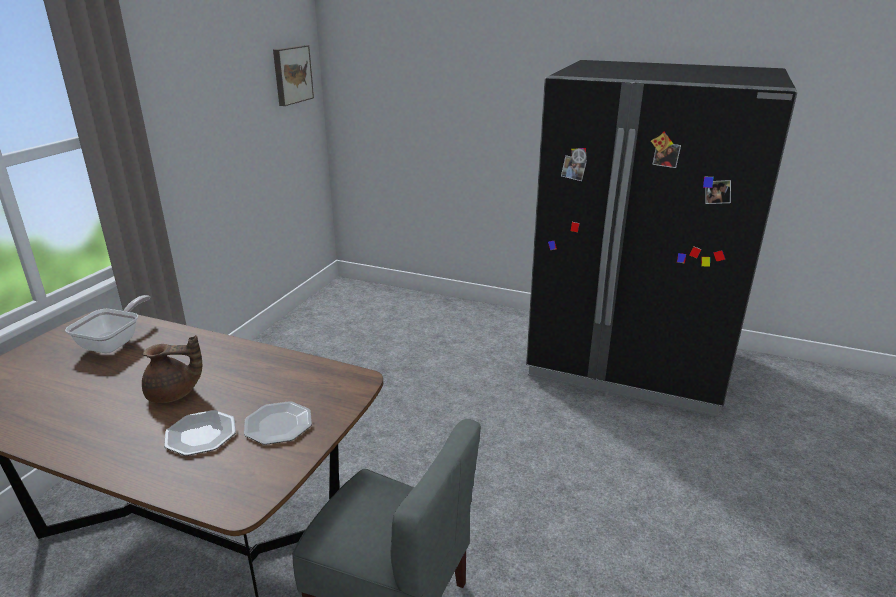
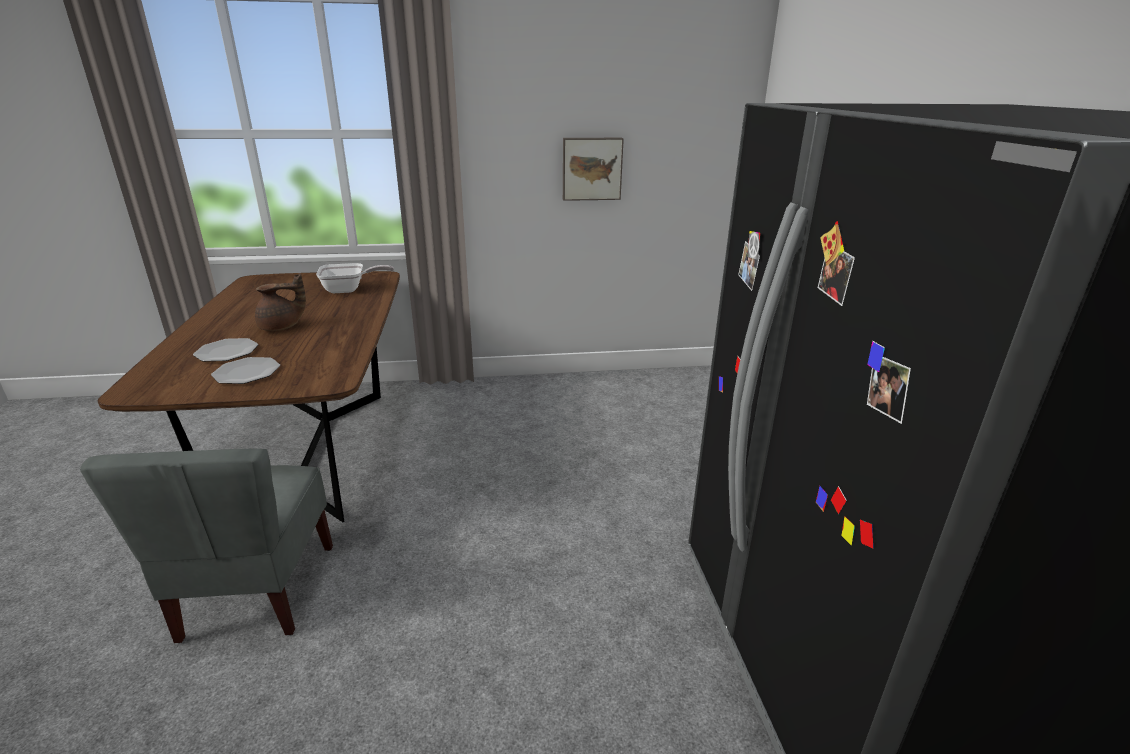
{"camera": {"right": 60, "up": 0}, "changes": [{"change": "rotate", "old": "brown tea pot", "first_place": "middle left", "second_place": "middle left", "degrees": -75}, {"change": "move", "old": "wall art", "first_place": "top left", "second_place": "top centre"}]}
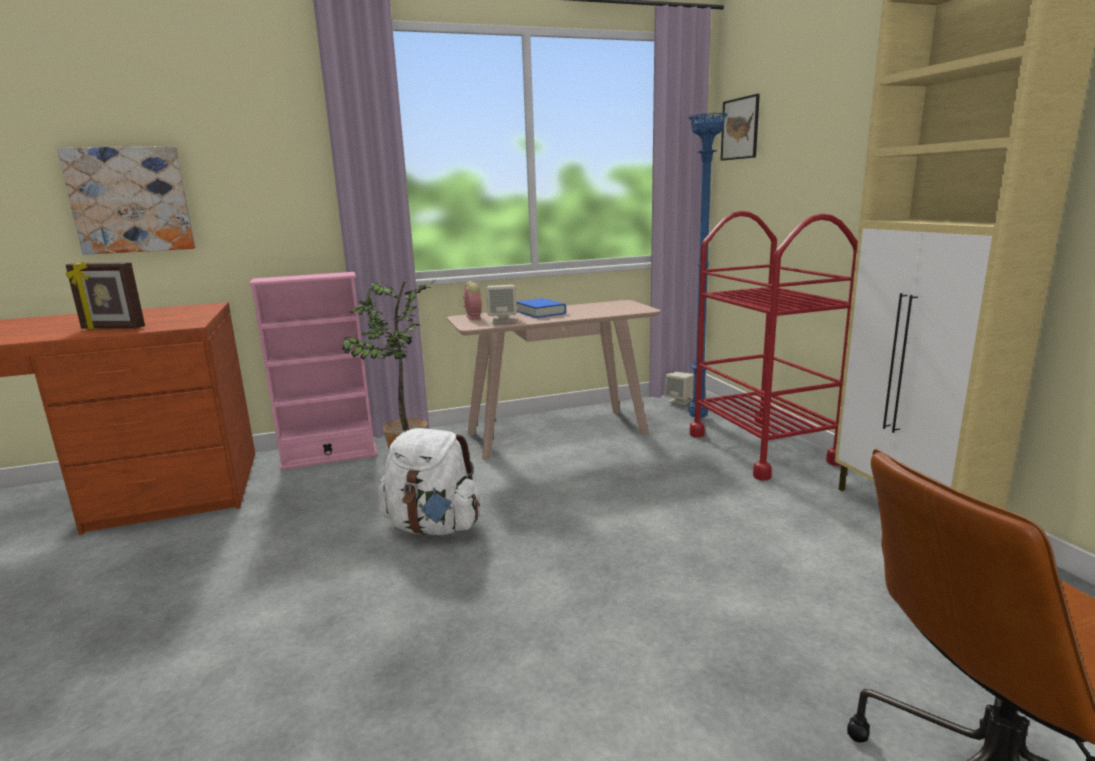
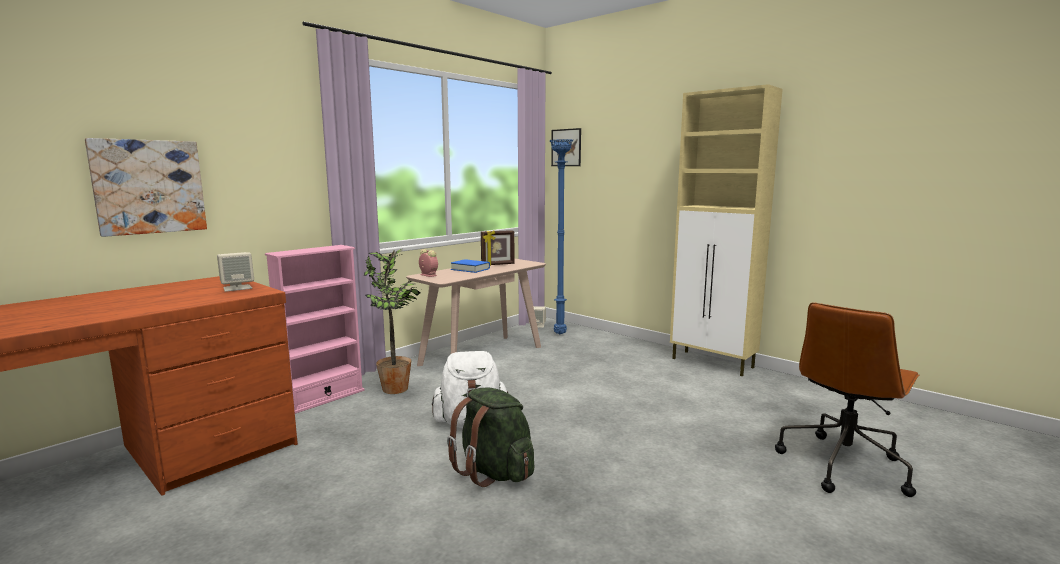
{"camera": {"right": -30, "up": -5}, "changes": [{"change": "move", "old": "beige loudspeaker (1st from left)", "first_place": "centre", "second_place": "middle left"}, {"change": "insert", "new": "greenish knapsack", "second_place": "bottom centre"}, {"change": "move", "old": "standing frame", "first_place": "middle left", "second_place": "centre"}, {"change": "delete", "old": "red-coloured wheeled cart", "first_place": "middle right"}]}
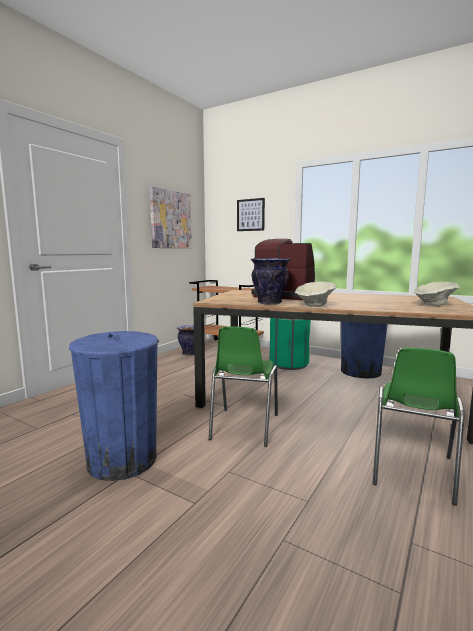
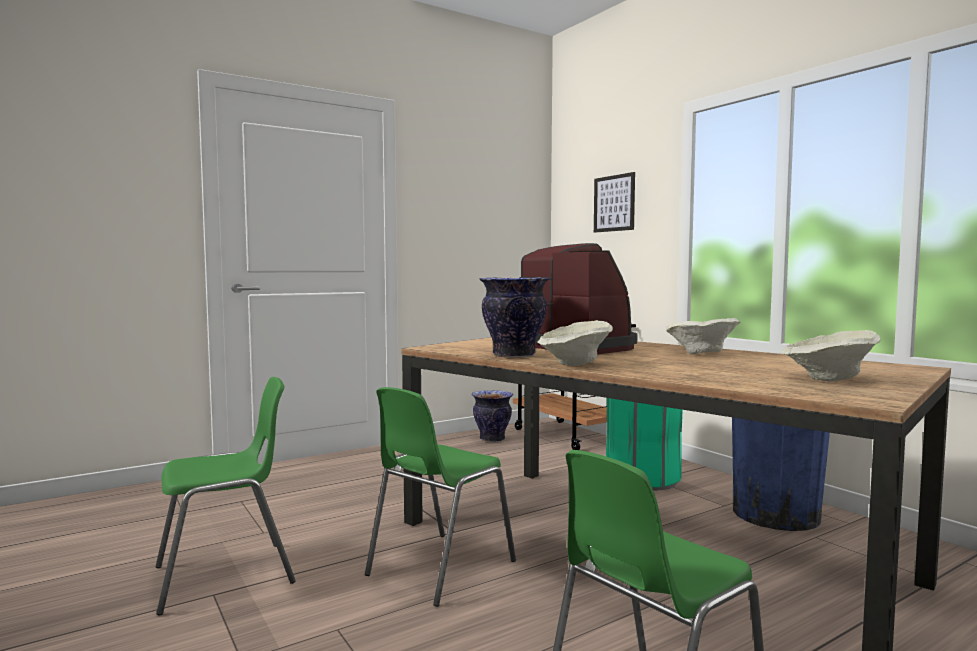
{"camera": {"right": 25, "up": -5}, "changes": [{"change": "replace", "old": "bluish waste bin (1st from left)", "new": "greenish plain chair (1st from left)", "first_place": "middle left", "second_place": "bottom left"}, {"change": "insert", "new": "beige deep dish (2nd from left)", "second_place": "middle right"}, {"change": "delete", "old": "wall art (1st from left)", "first_place": "centre"}]}
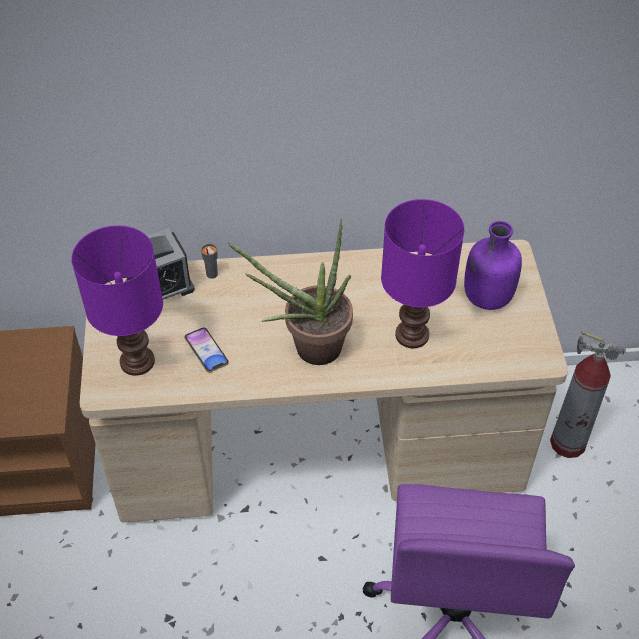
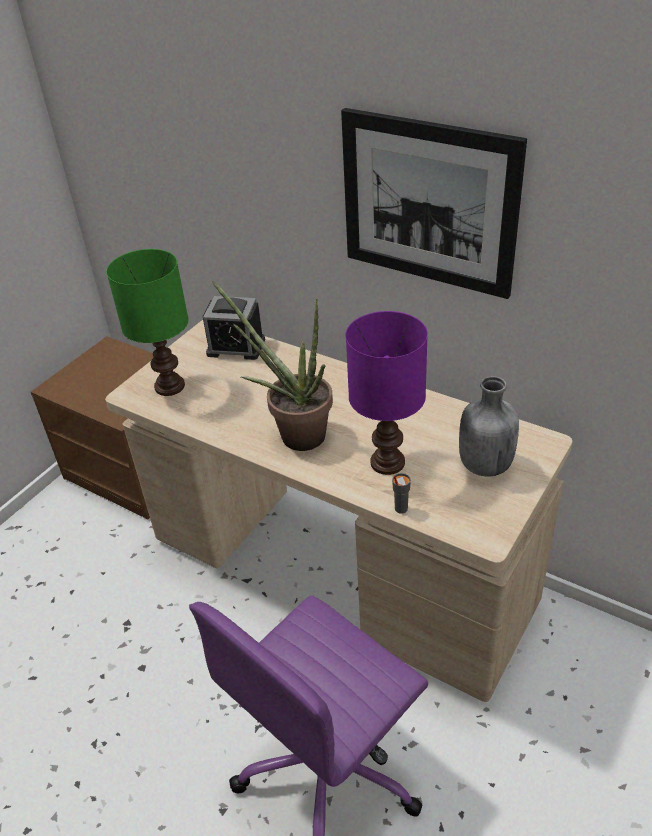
{"camera": {"right": 40, "up": -10}, "changes": [{"change": "recolor", "old": "purple-coloured lamp for a table (1st from left)", "new": "greenish lamp for a table", "first_place": "middle left", "second_place": "middle left"}, {"change": "insert", "new": "wall art", "second_place": "top centre"}, {"change": "move", "old": "grey cup", "first_place": "middle left", "second_place": "centre"}, {"change": "recolor", "old": "purple-coloured bottle", "new": "grey bottle", "first_place": "middle right", "second_place": "middle right"}, {"change": "delete", "old": "phone", "first_place": "middle left"}, {"change": "delete", "old": "fire extinguisher", "first_place": "middle right"}]}
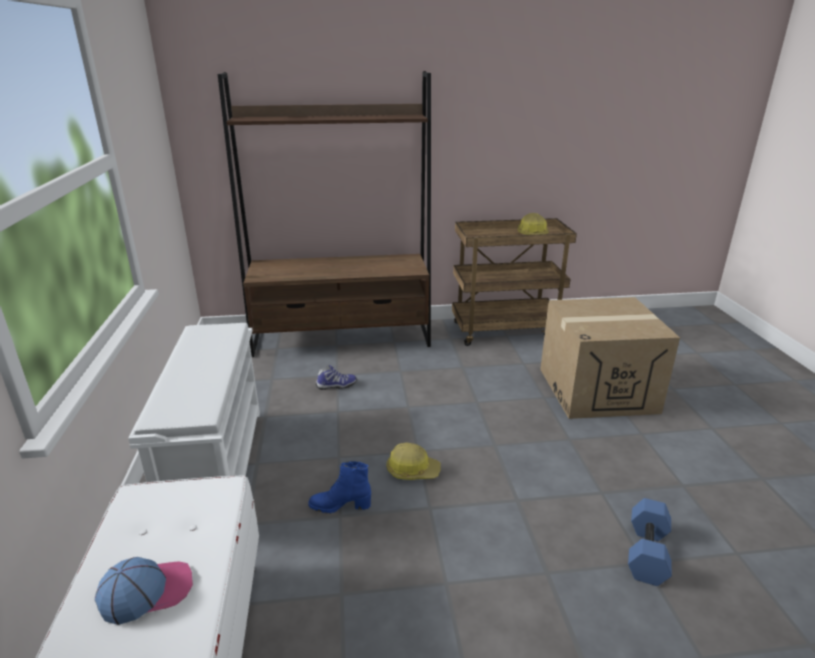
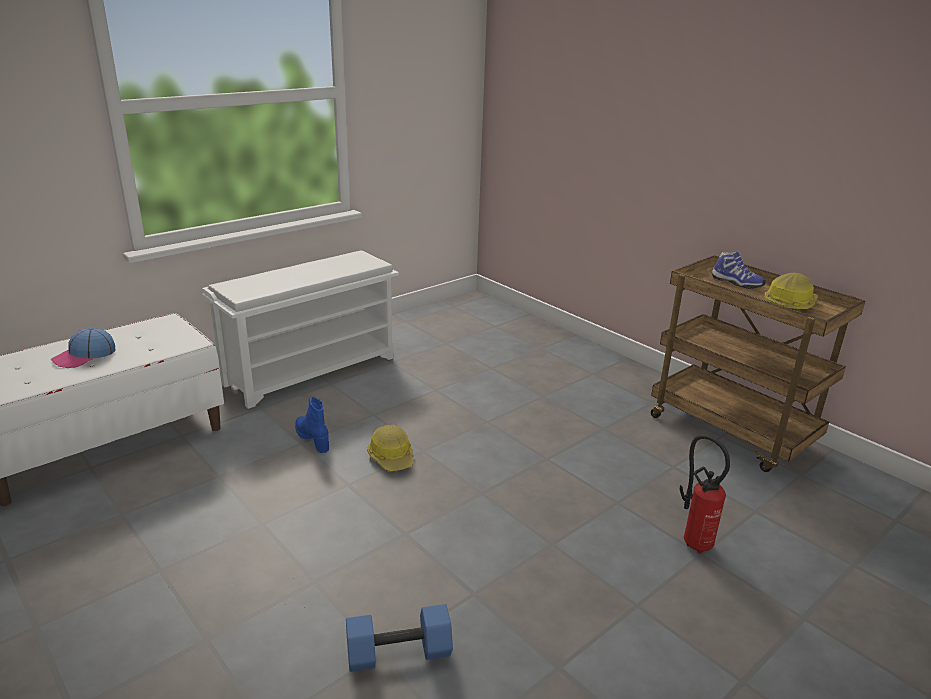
{"camera": {"right": 55, "up": 0}, "changes": [{"change": "rotate", "old": "peaked cap", "first_place": "bottom left", "second_place": "middle left", "degrees": 105}, {"change": "replace", "old": "packing box", "new": "fire extinguisher", "first_place": "middle right", "second_place": "bottom right"}, {"change": "move", "old": "item of footwear", "first_place": "centre", "second_place": "middle right"}, {"change": "delete", "old": "brown bookshelf", "first_place": "top centre"}]}
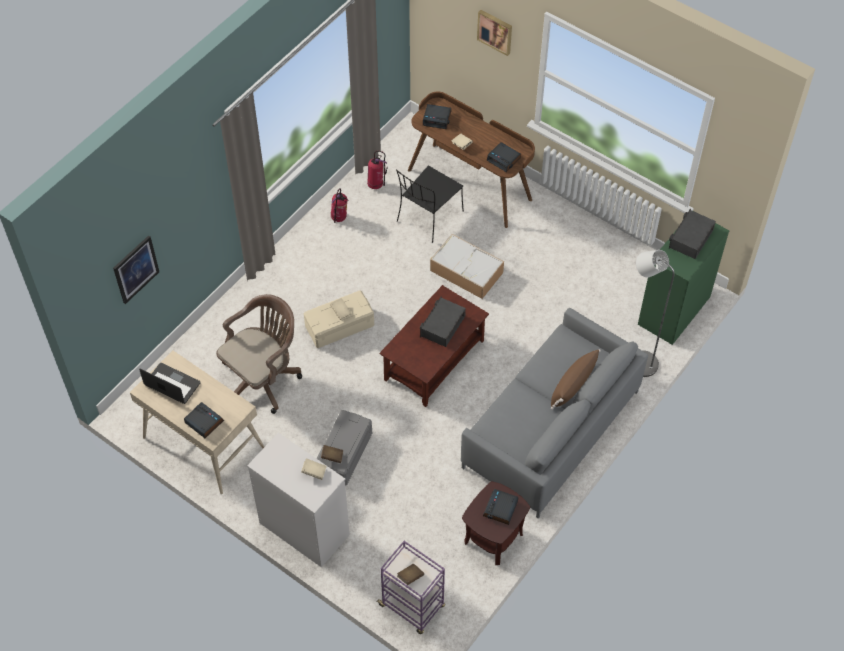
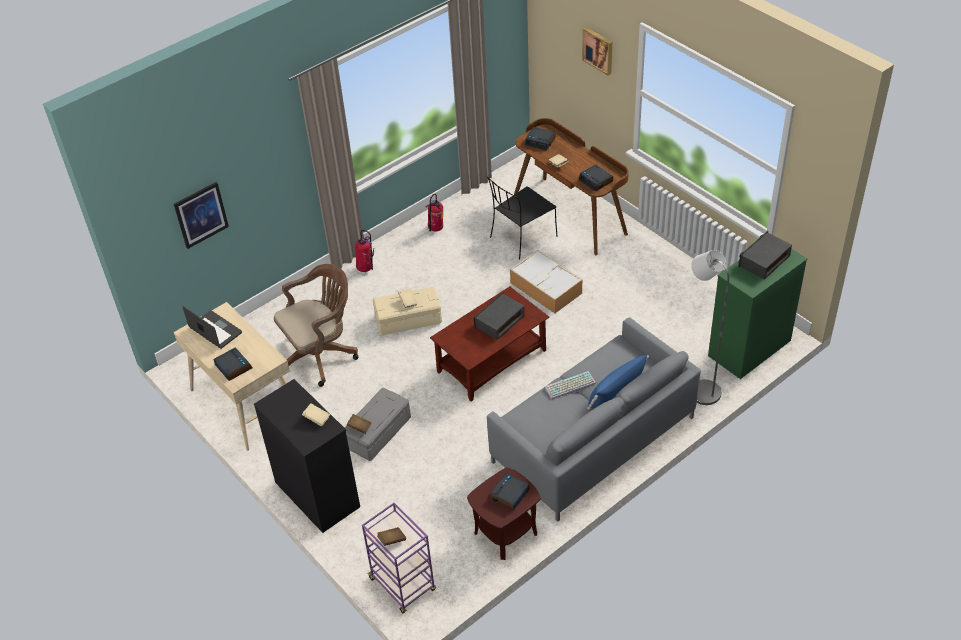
{"camera": {"right": 15, "up": -10}, "changes": [{"change": "recolor", "old": "white-coloured dresser", "new": "black dresser", "first_place": "bottom centre", "second_place": "bottom left"}, {"change": "move", "old": "fire extinguisher (2nd from left in the first image)", "new": "fire extinguisher (1st from left)", "first_place": "top centre", "second_place": "centre"}, {"change": "insert", "new": "keyboard", "second_place": "centre"}, {"change": "recolor", "old": "brown cushion", "new": "bluish cushion", "first_place": "middle right", "second_place": "centre"}]}
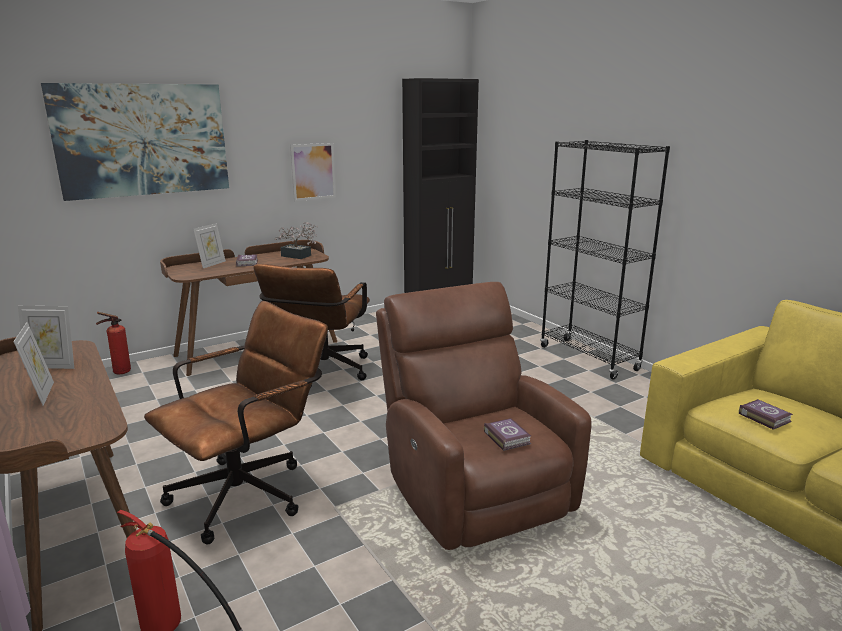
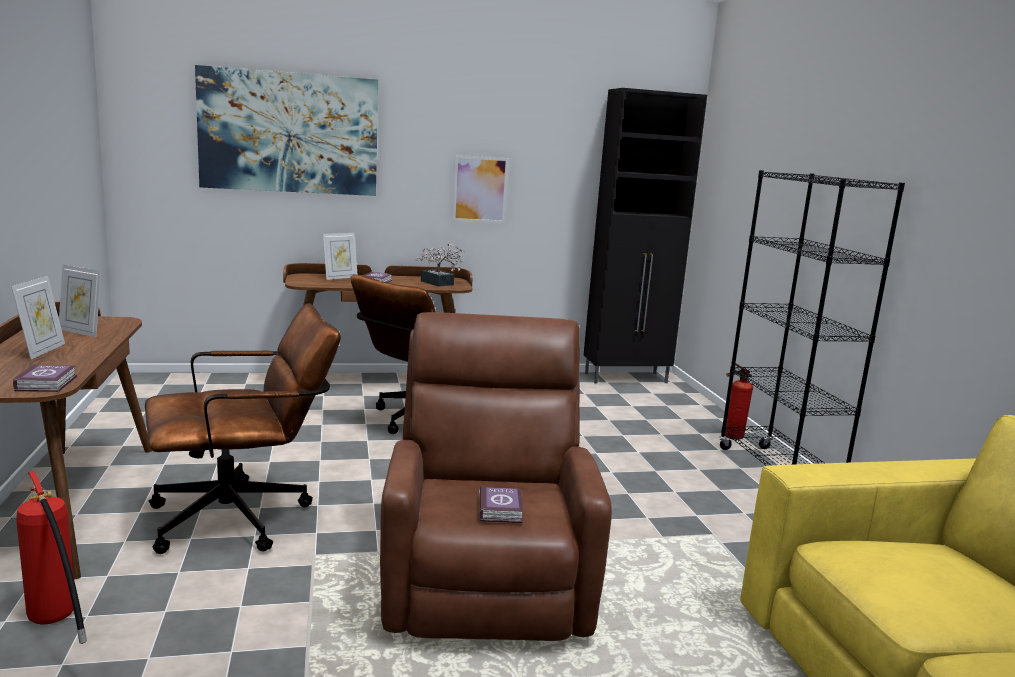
{"camera": {"right": 20, "up": -5}, "changes": [{"change": "move", "old": "bound book (3rd from left in the first image)", "new": "bound book (1st from left)", "first_place": "middle right", "second_place": "middle left"}, {"change": "move", "old": "fire extinguisher (1st from left in the first image)", "new": "fire extinguisher (2nd from left)", "first_place": "middle left", "second_place": "middle right"}]}
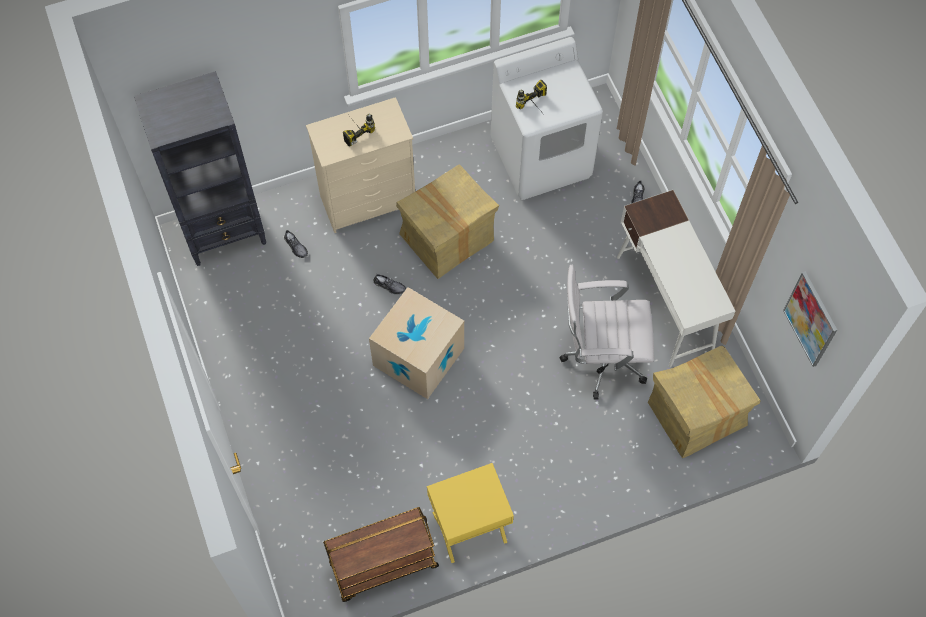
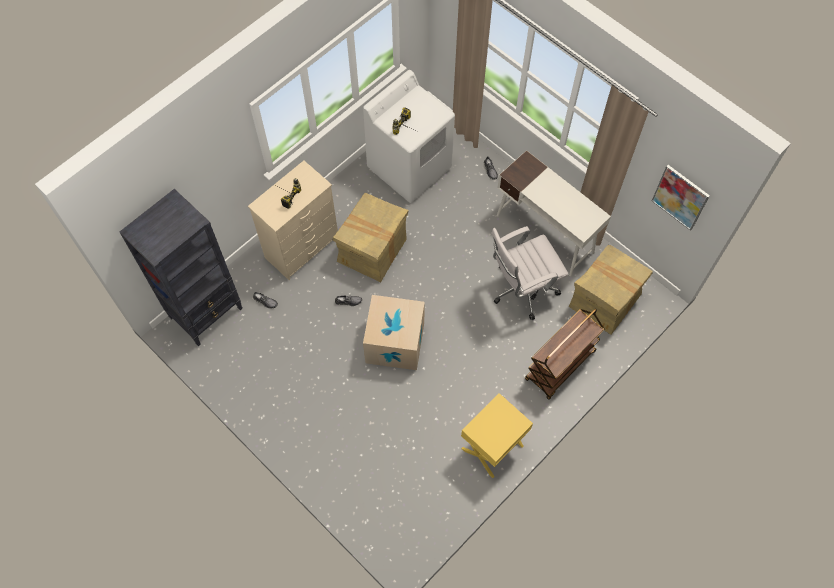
{"camera": {"right": -25, "up": 0}, "changes": [{"change": "move", "old": "brown wheeled cart", "first_place": "bottom centre", "second_place": "middle right"}]}
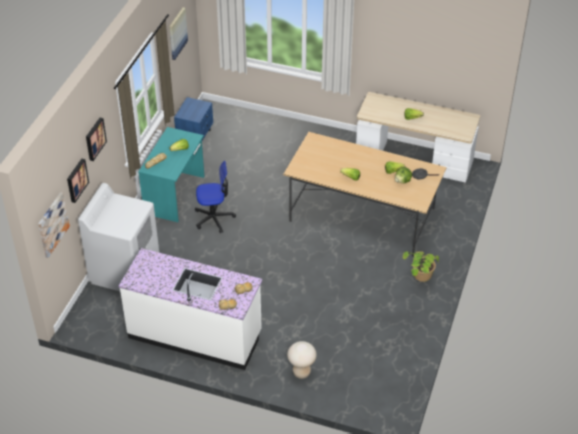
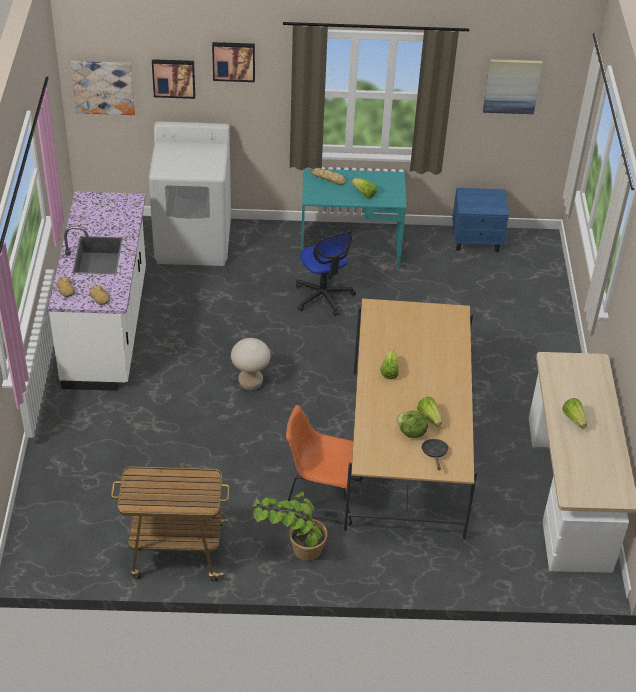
{"camera": {"right": 70, "up": 0}, "changes": [{"change": "insert", "new": "wheeled cart", "second_place": "bottom left"}, {"change": "move", "old": "beige stool seat", "first_place": "bottom centre", "second_place": "centre"}, {"change": "insert", "new": "orange-coloured plain chair", "second_place": "bottom centre"}]}
